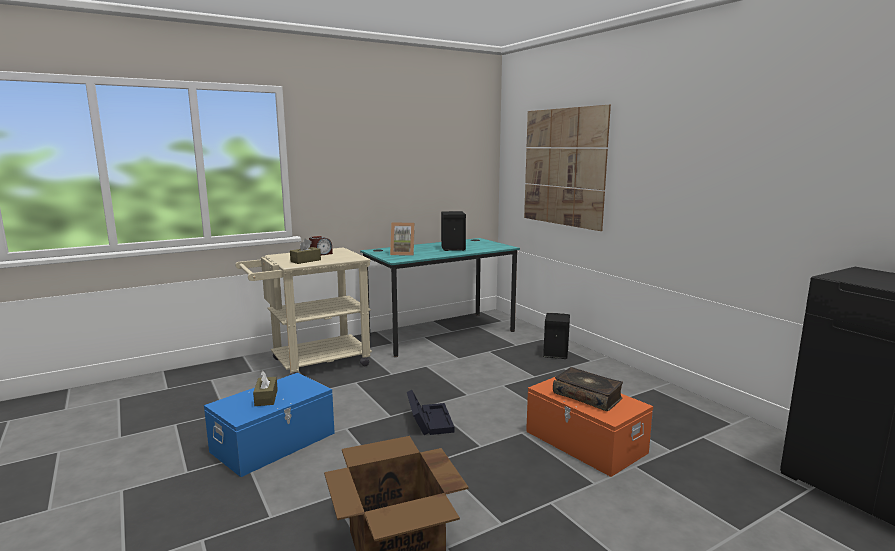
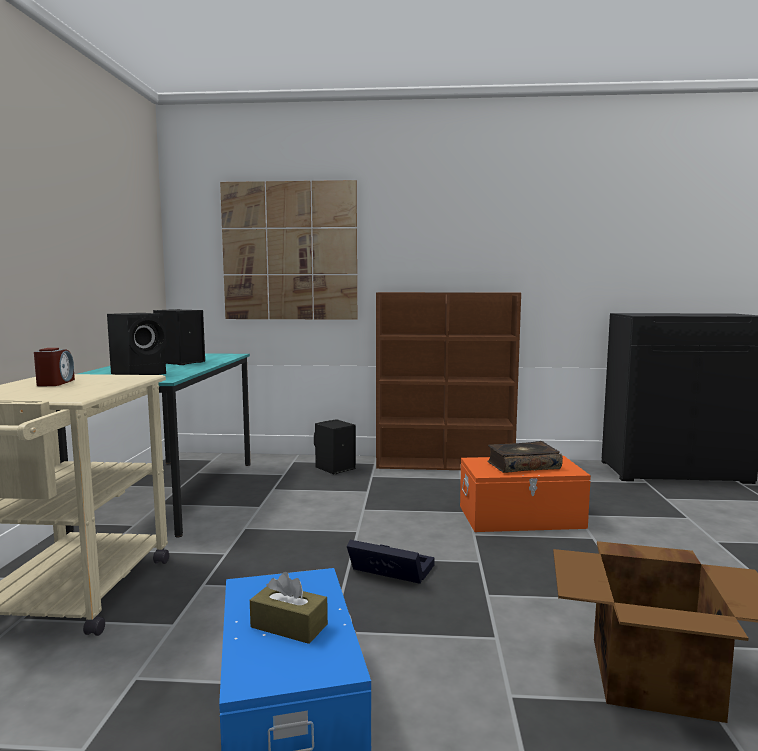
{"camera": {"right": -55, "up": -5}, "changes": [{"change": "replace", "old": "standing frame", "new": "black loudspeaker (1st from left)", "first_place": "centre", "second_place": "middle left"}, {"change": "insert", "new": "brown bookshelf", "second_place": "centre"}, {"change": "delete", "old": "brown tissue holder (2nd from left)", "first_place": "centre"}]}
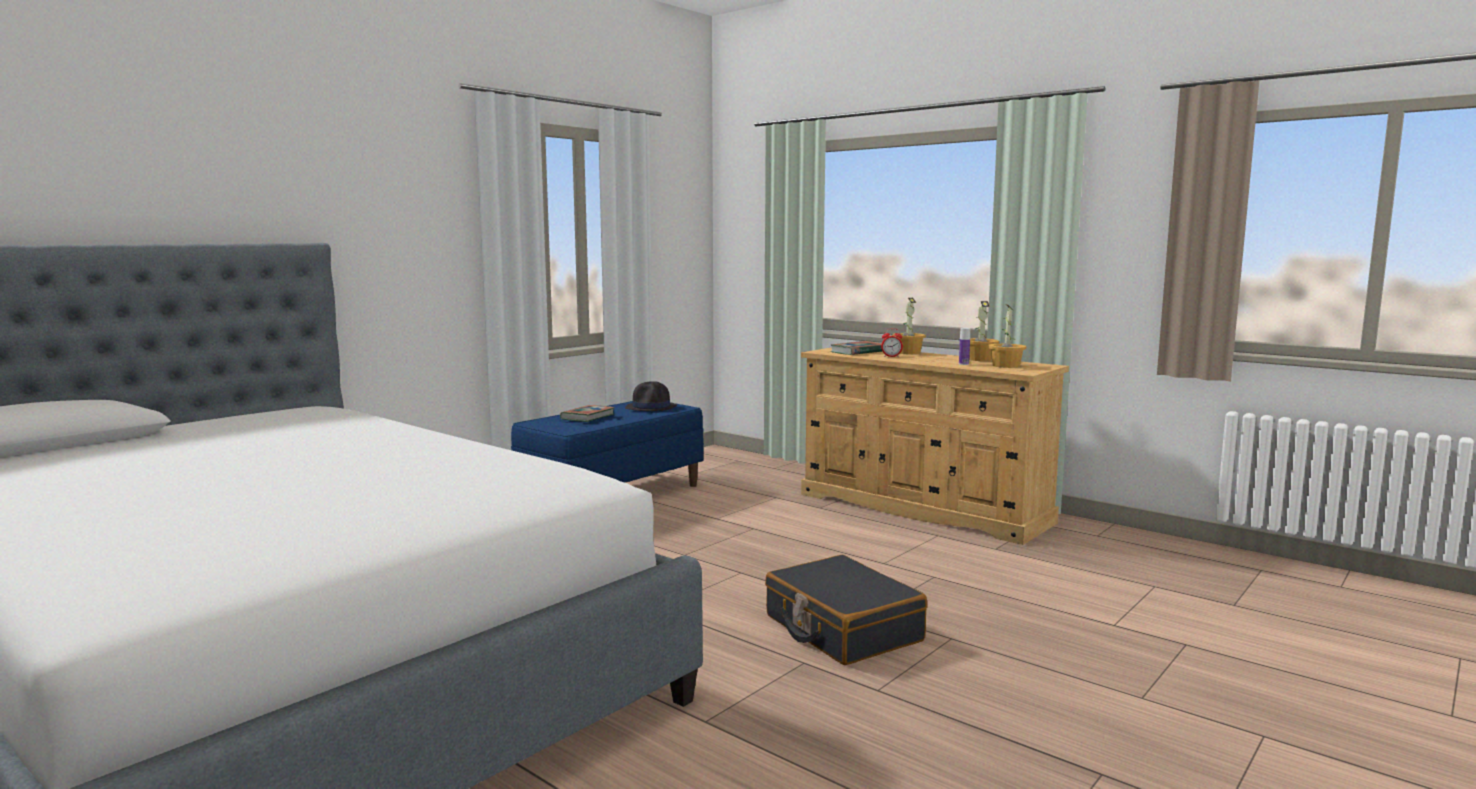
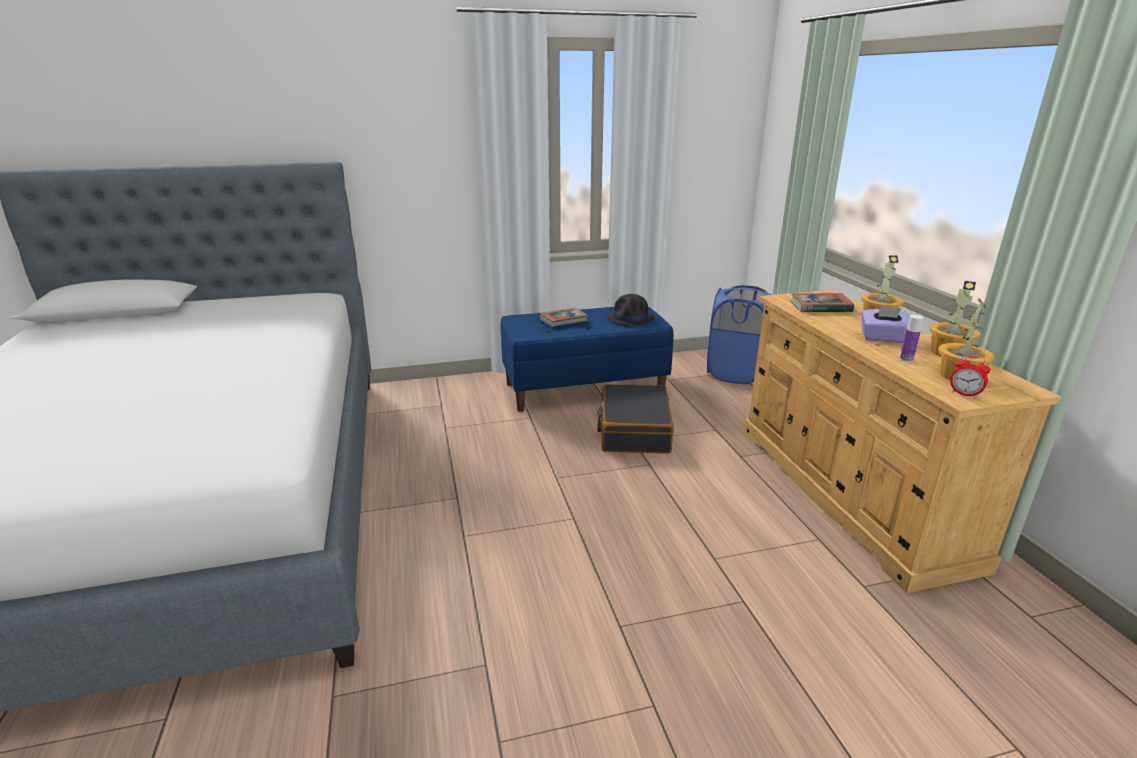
{"camera": {"right": 35, "up": 15}, "changes": [{"change": "move", "old": "black piece of luggage", "first_place": "bottom centre", "second_place": "centre"}, {"change": "insert", "new": "bluish laundry basket", "second_place": "centre"}, {"change": "insert", "new": "purple-coloured tissue holder", "second_place": "middle right"}, {"change": "move", "old": "alarm clock", "first_place": "centre", "second_place": "middle right"}]}
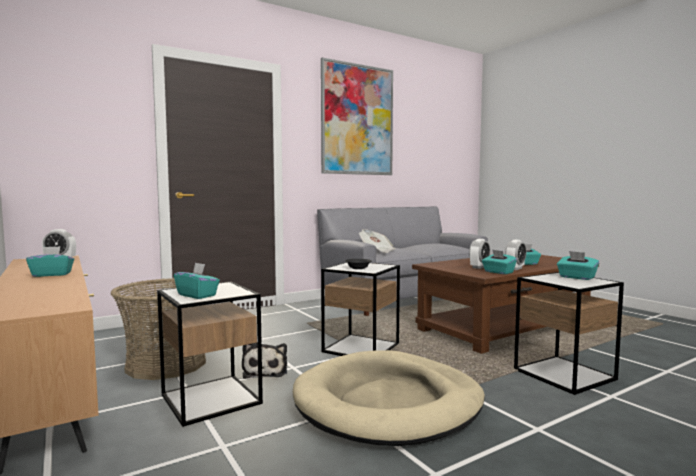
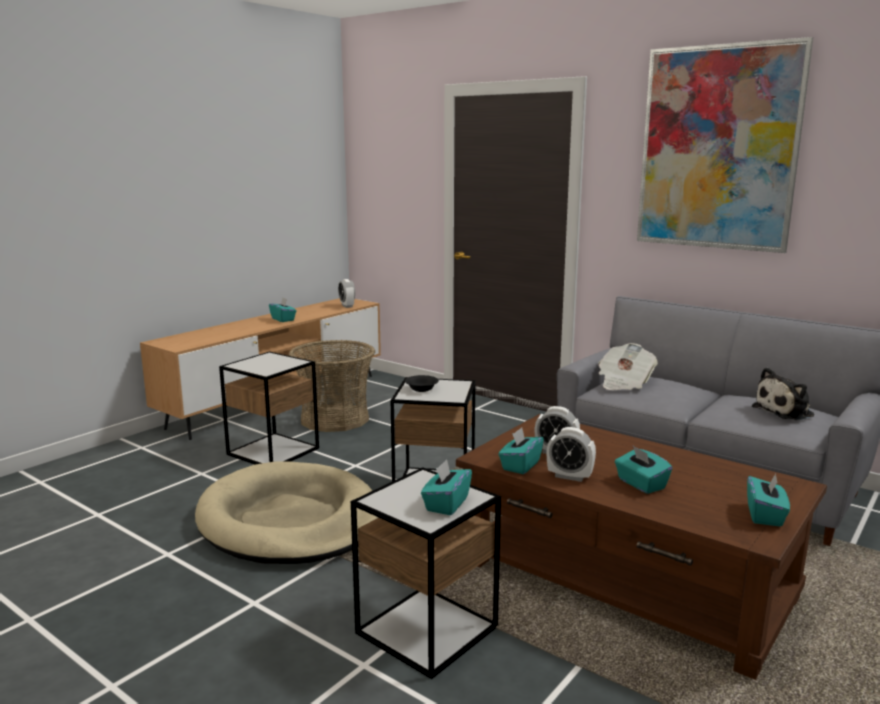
{"camera": {"right": 70, "up": 10}, "changes": [{"change": "move", "old": "blue-green tissue holder (2nd from left in the first image)", "new": "blue-green tissue holder (5th from left)", "first_place": "middle left", "second_place": "bottom right"}, {"change": "move", "old": "plush toy", "first_place": "bottom centre", "second_place": "middle right"}]}
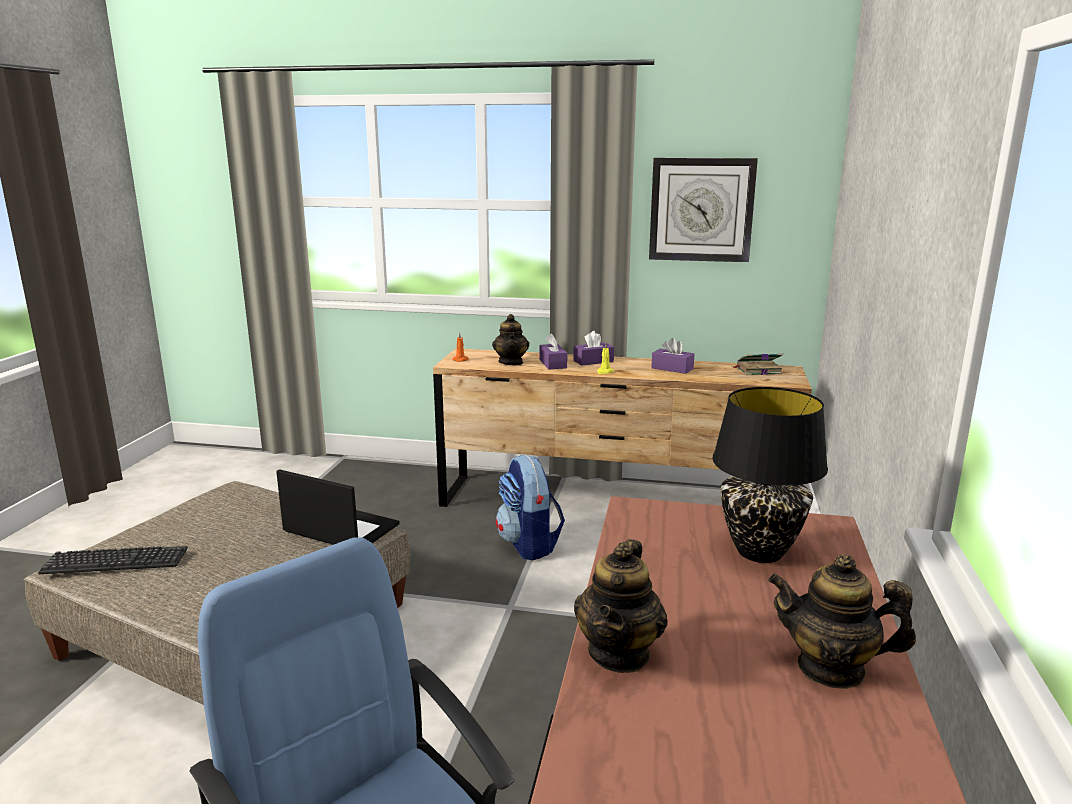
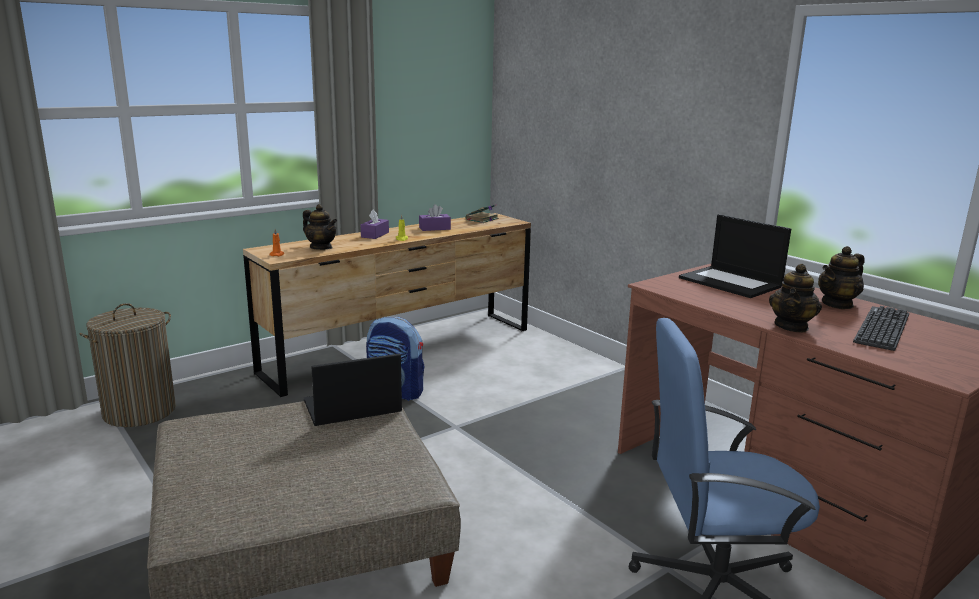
{"camera": {"right": -50, "up": 0}, "changes": [{"change": "insert", "new": "laundry basket", "second_place": "middle left"}, {"change": "replace", "old": "black lamp for a table", "new": "notebook computer (2nd from left)", "first_place": "middle right", "second_place": "middle right"}, {"change": "rotate", "old": "tea pot (2nd from left)", "first_place": "bottom centre", "second_place": "middle right", "degrees": 60}, {"change": "move", "old": "keyboard", "first_place": "bottom left", "second_place": "middle right"}, {"change": "delete", "old": "purple-coloured tissue holder (1st from left)", "first_place": "centre"}, {"change": "delete", "old": "clock on the wall", "first_place": "top centre"}]}
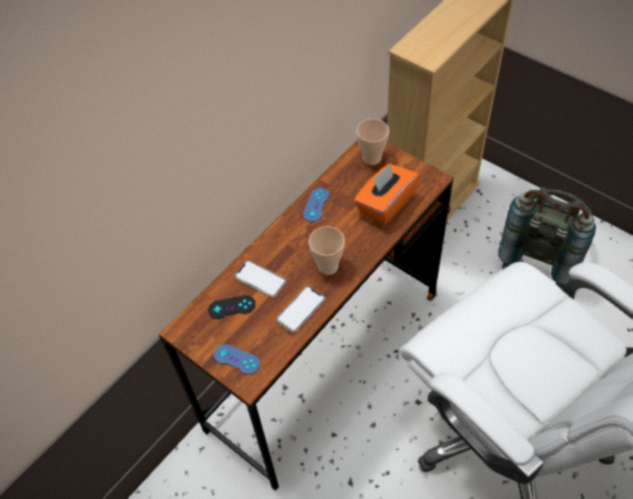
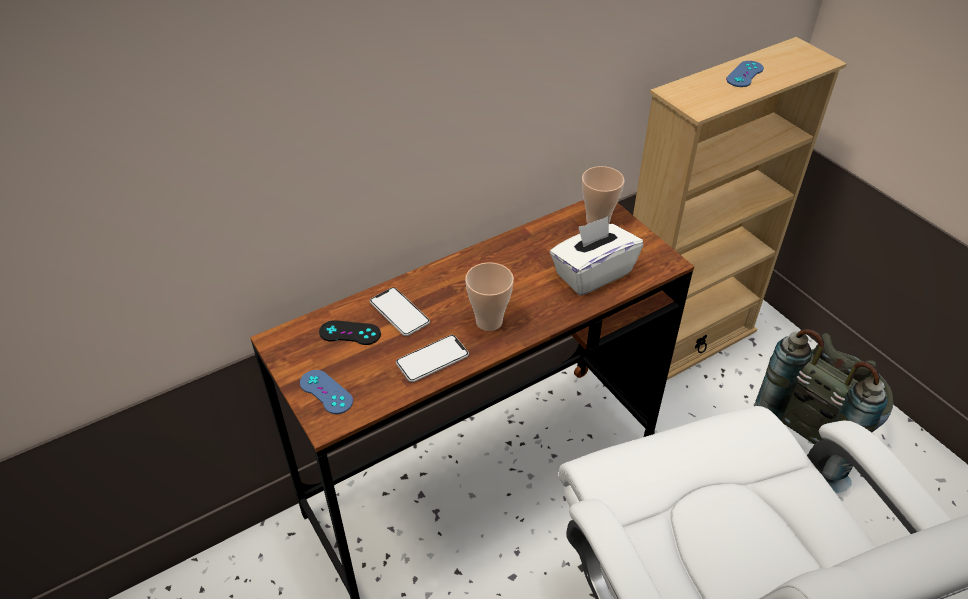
{"camera": {"right": 15, "up": -10}, "changes": [{"change": "recolor", "old": "orange-coloured tissue holder", "new": "white-coloured tissue holder", "first_place": "centre", "second_place": "centre"}, {"change": "move", "old": "bluish game controller (2nd from left)", "first_place": "centre", "second_place": "top right"}]}
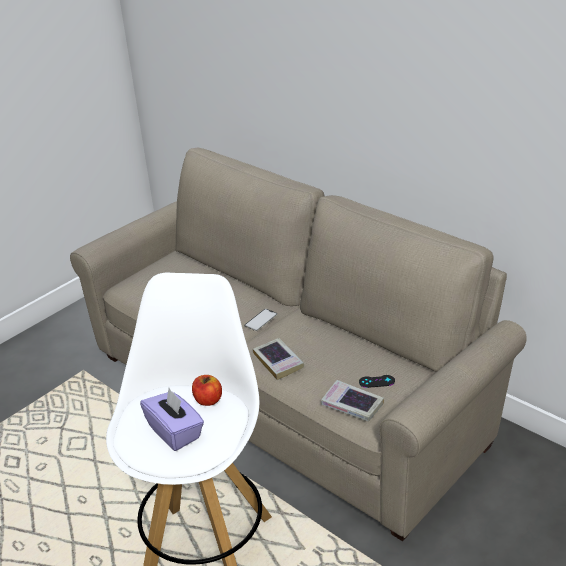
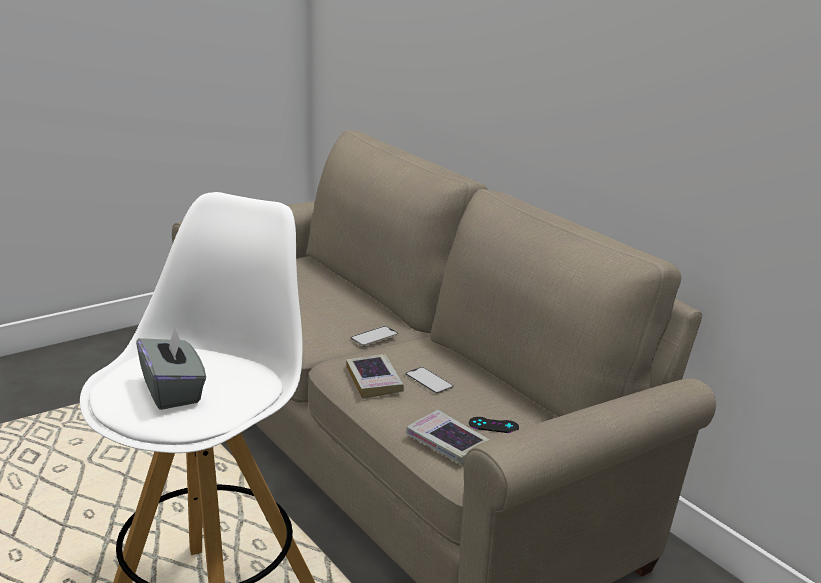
{"camera": {"right": 10, "up": -10}, "changes": [{"change": "recolor", "old": "purple-coloured tissue holder", "new": "grey tissue holder", "first_place": "bottom left", "second_place": "middle left"}, {"change": "insert", "new": "phone (2nd from left)", "second_place": "centre"}, {"change": "delete", "old": "apple", "first_place": "bottom centre"}]}
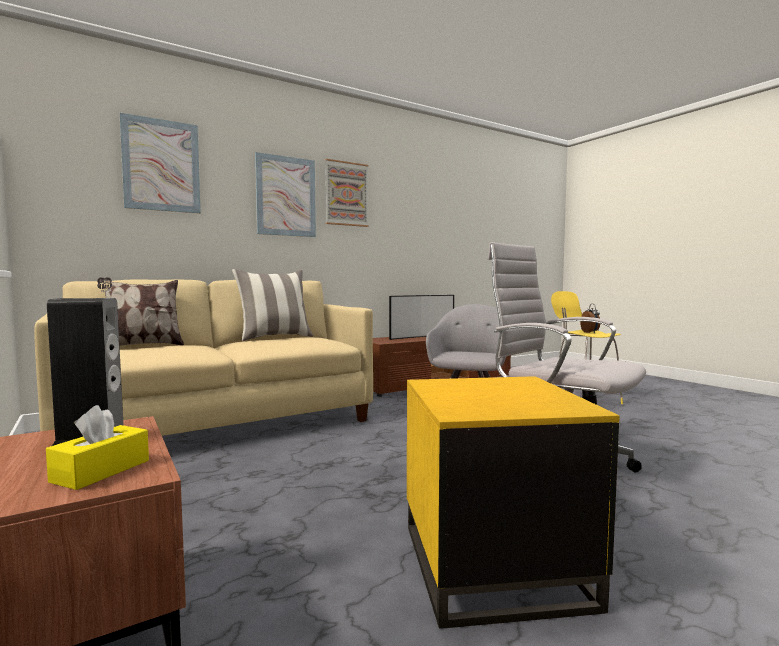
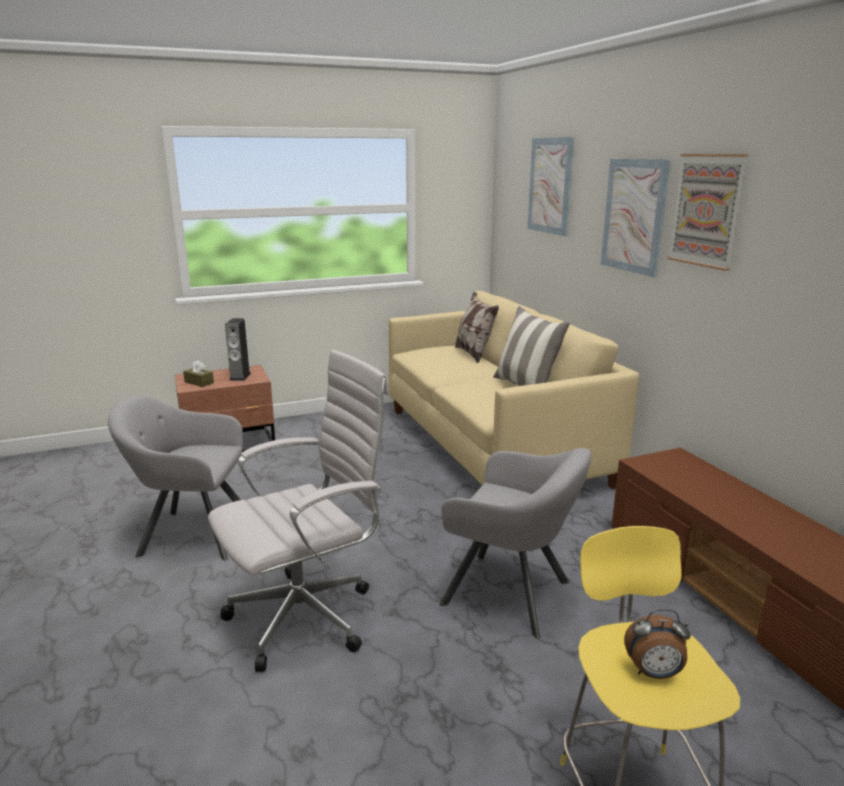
{"camera": {"right": 100, "up": 15}, "changes": [{"change": "replace", "old": "yellow-coloured side table", "new": "grey armchair (1st from left)", "first_place": "bottom centre", "second_place": "middle left"}, {"change": "recolor", "old": "yellow-coloured tissue holder", "new": "brown tissue holder", "first_place": "bottom left", "second_place": "middle left"}, {"change": "delete", "old": "TV", "first_place": "centre"}]}
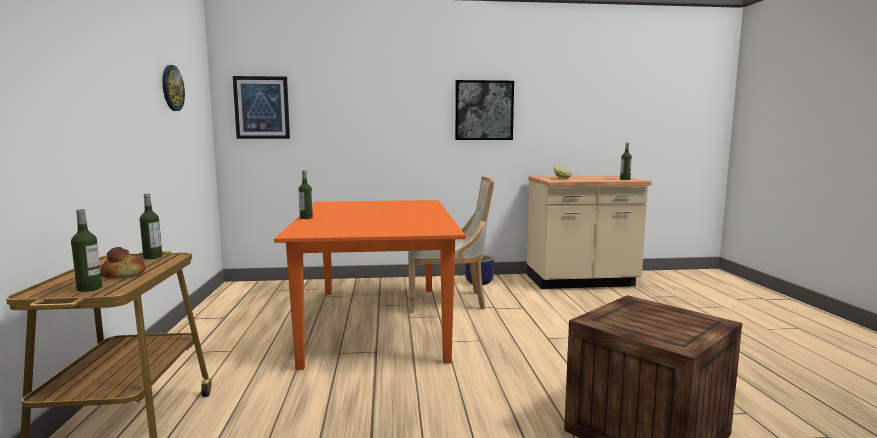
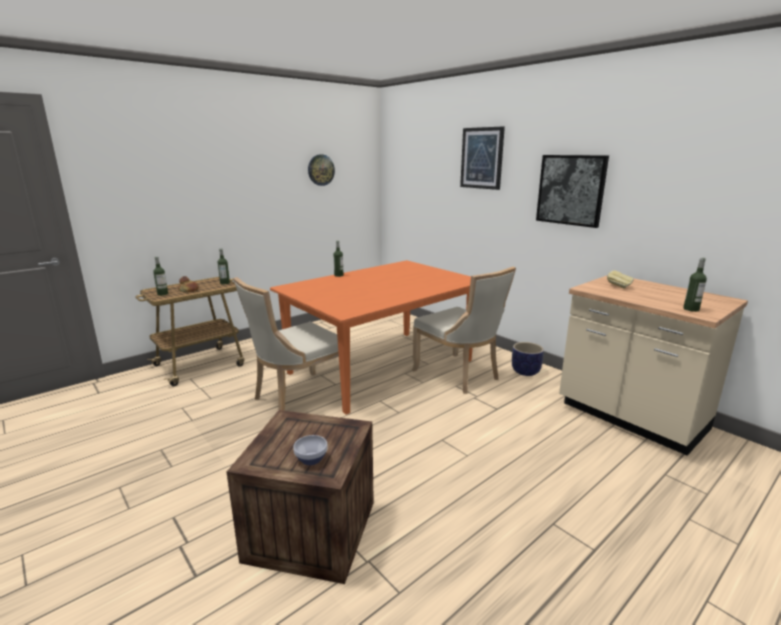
{"camera": {"right": 55, "up": 10}, "changes": [{"change": "insert", "new": "beige plain chair (1st from left)", "second_place": "centre"}, {"change": "insert", "new": "deep dish", "second_place": "bottom centre"}, {"change": "move", "old": "wall art (1st from left)", "first_place": "top left", "second_place": "top centre"}]}
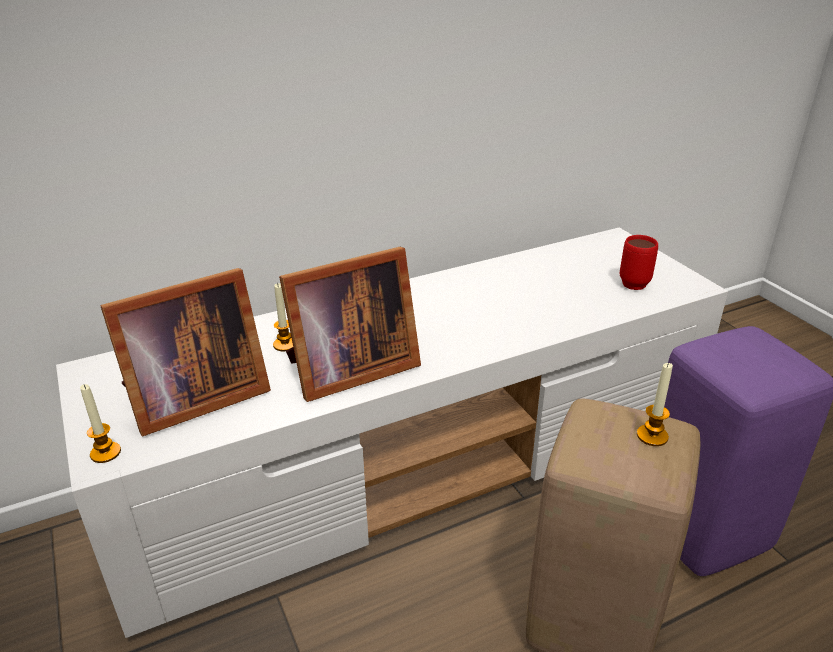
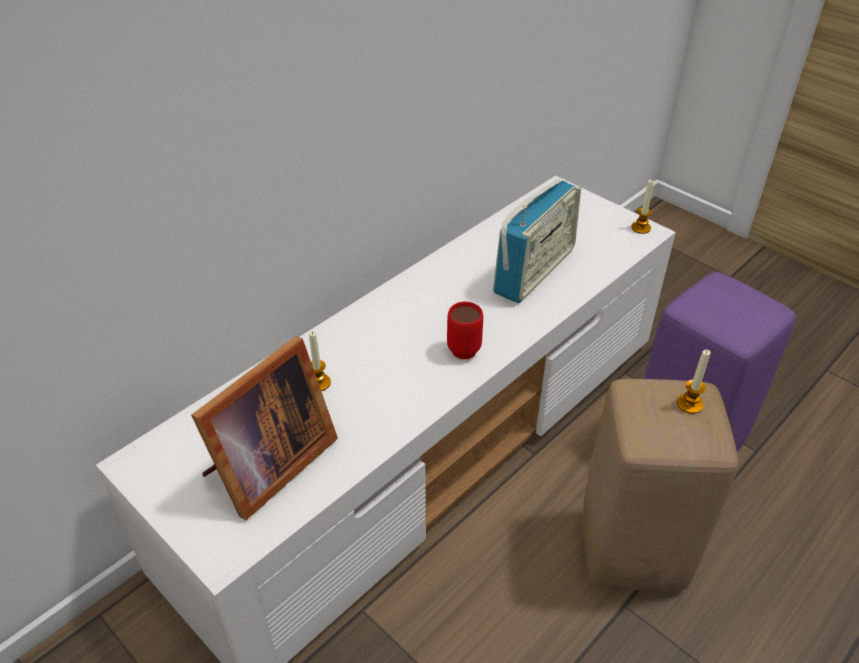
{"camera": {"right": -20, "up": 10}, "changes": [{"change": "move", "old": "red-coloured coffee mug", "first_place": "middle right", "second_place": "centre"}, {"change": "insert", "new": "radio set", "second_place": "centre"}, {"change": "move", "old": "wax candle (1st from left in the first image)", "new": "wax candle (2nd from left)", "first_place": "middle left", "second_place": "top right"}, {"change": "delete", "old": "standing frame (2nd from left)", "first_place": "centre"}]}
